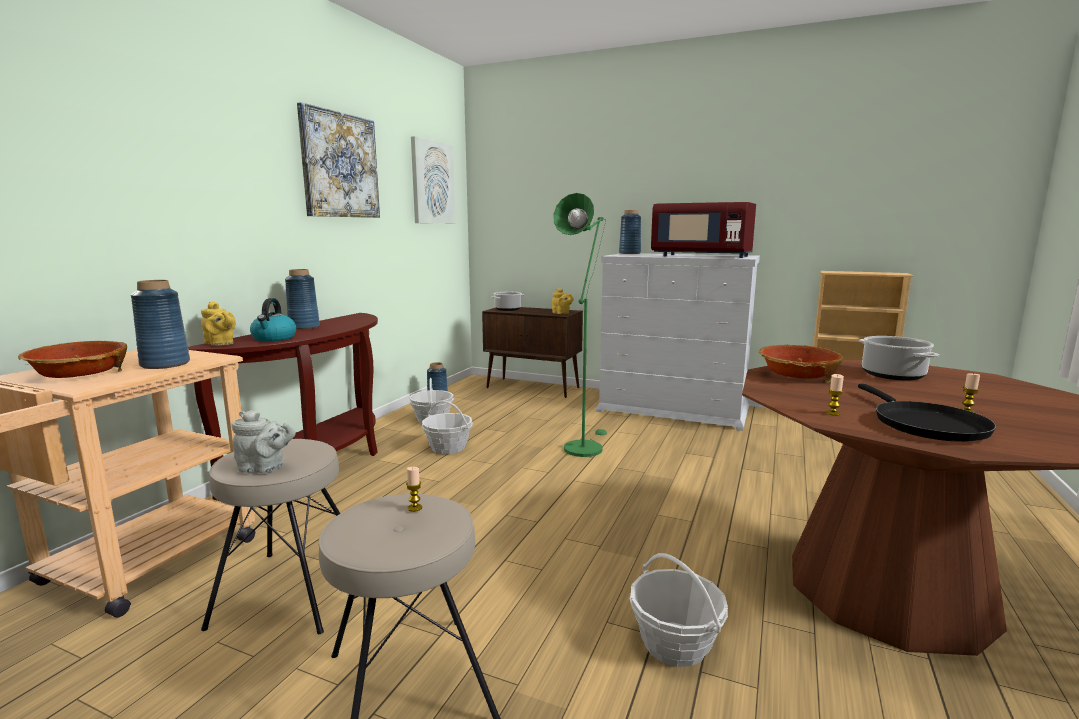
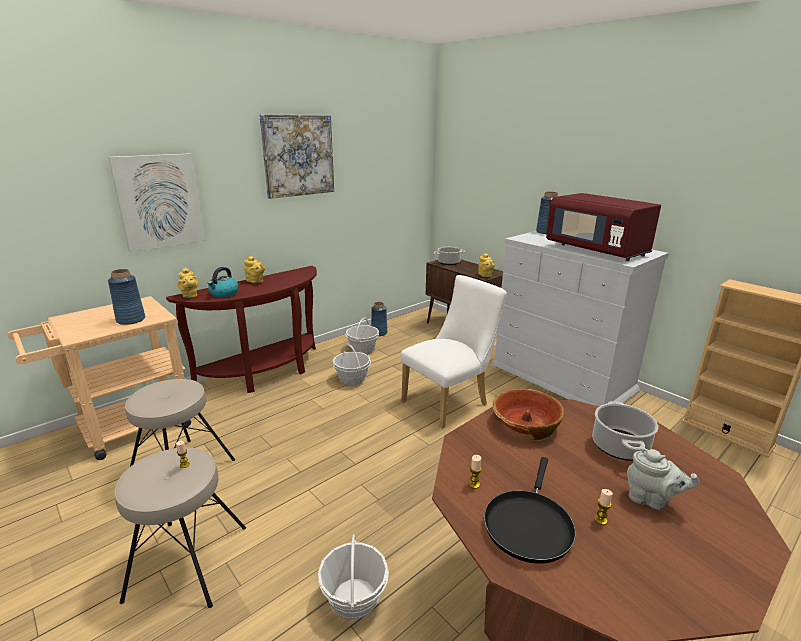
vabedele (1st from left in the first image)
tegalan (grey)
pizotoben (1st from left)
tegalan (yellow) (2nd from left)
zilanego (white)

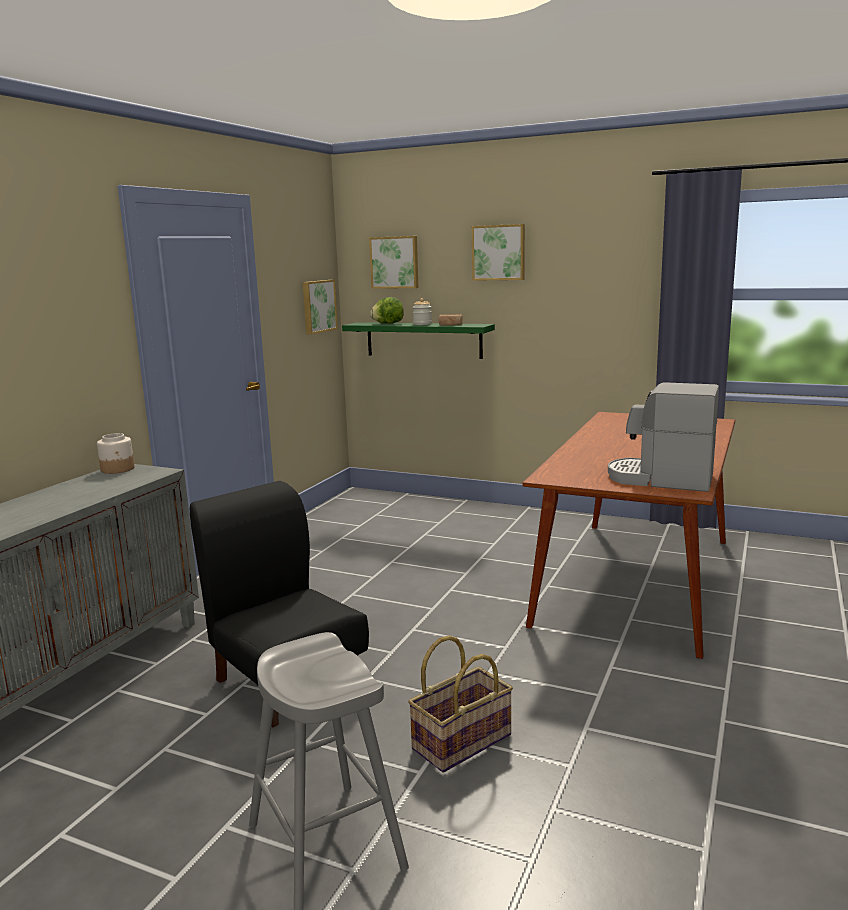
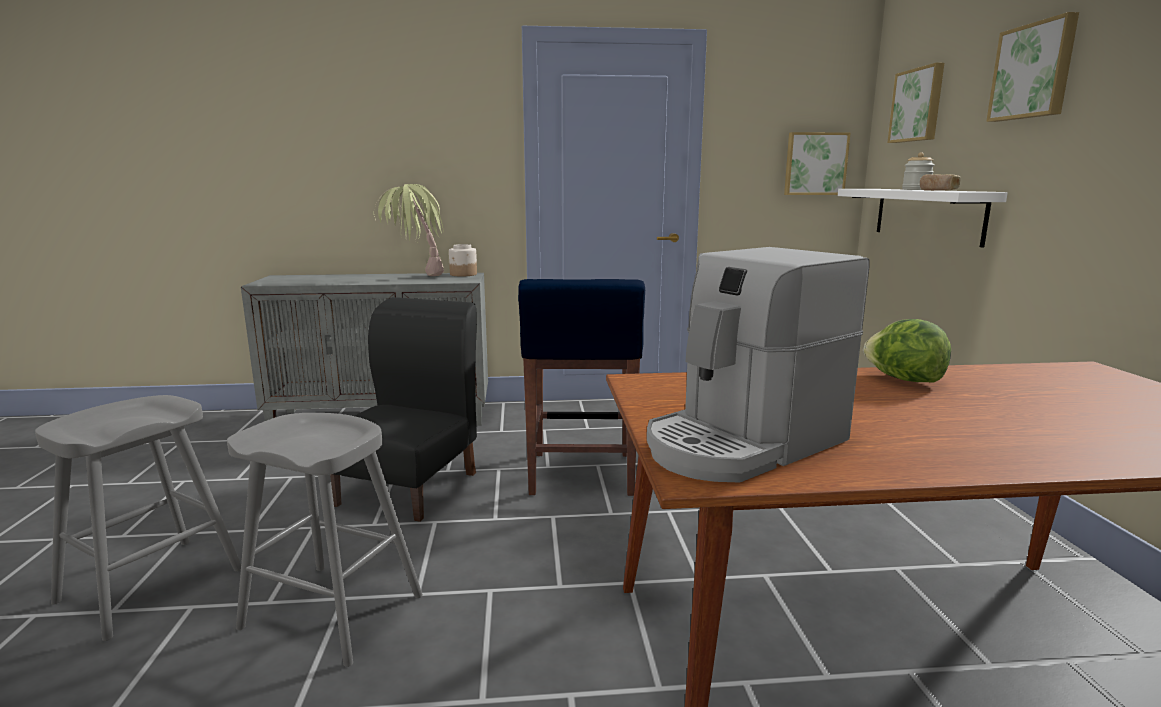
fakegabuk
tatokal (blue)
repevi
tatokal (grey) (2nd from left)
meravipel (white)
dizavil

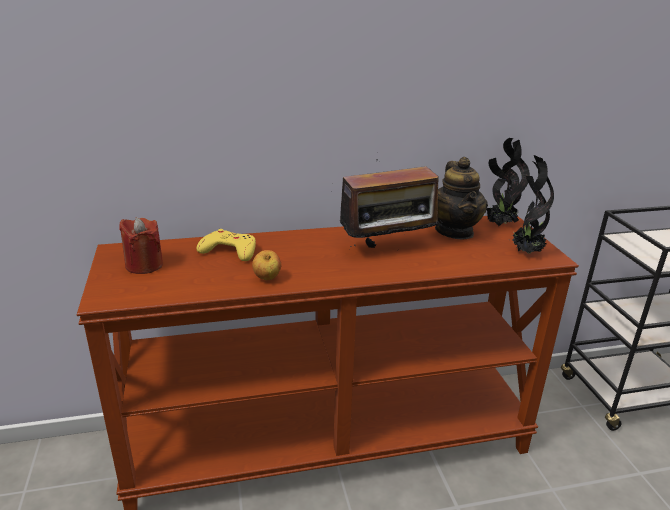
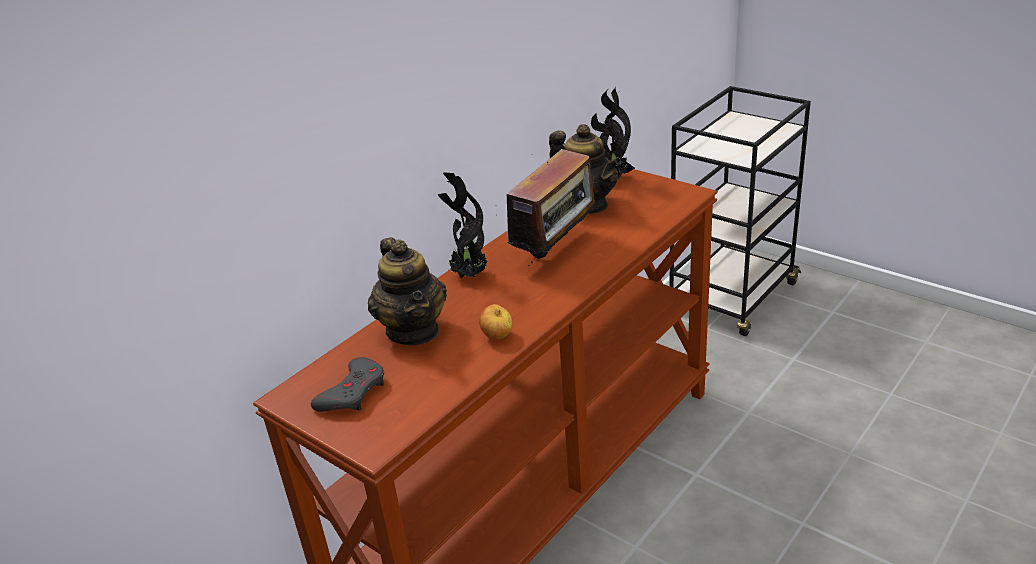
fakegabuk (1st from left)
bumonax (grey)
tegalan (1st from left)

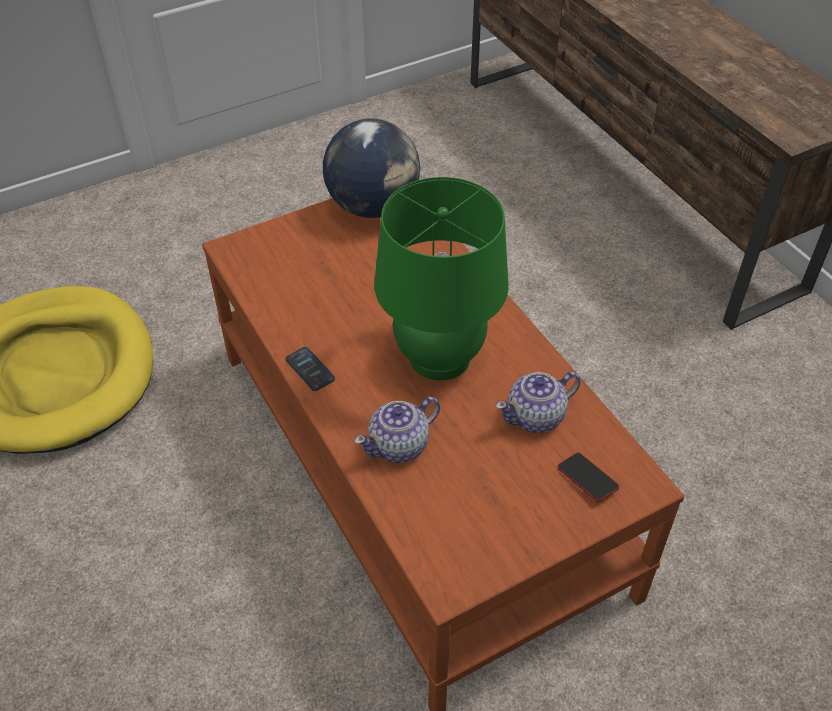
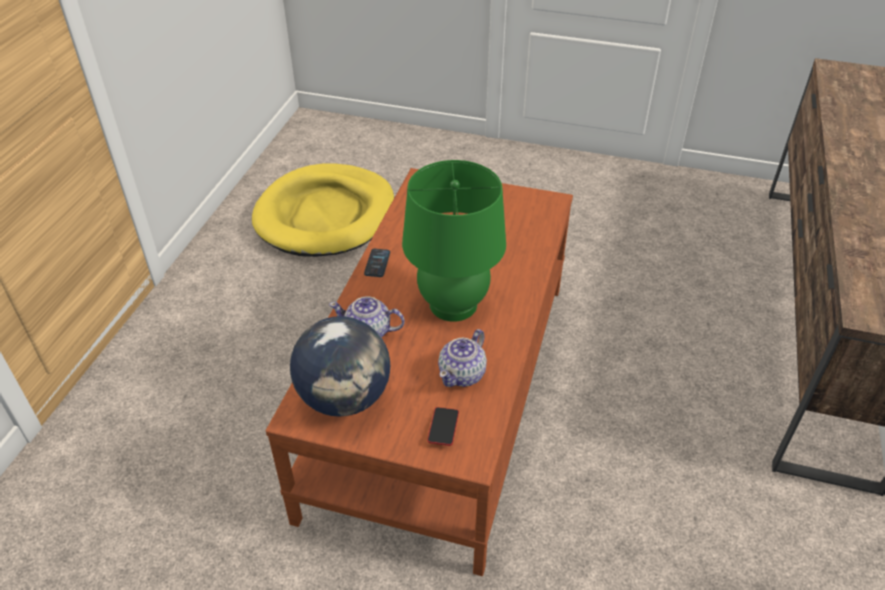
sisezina
tegalan (2nd from left)

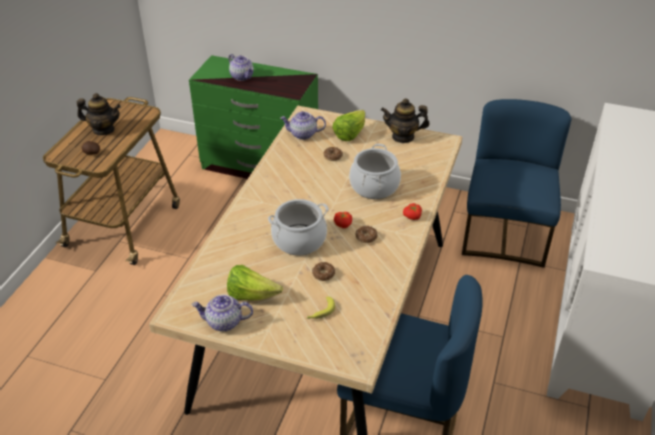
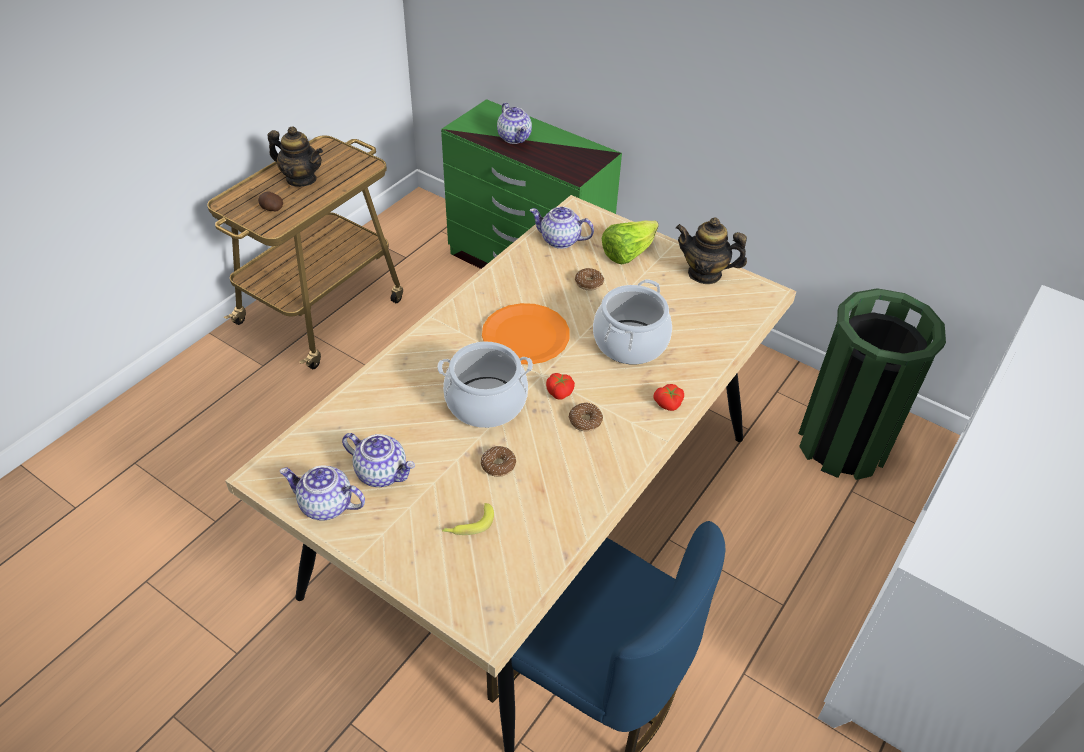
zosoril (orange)
tegalan (3rd from left)
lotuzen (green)

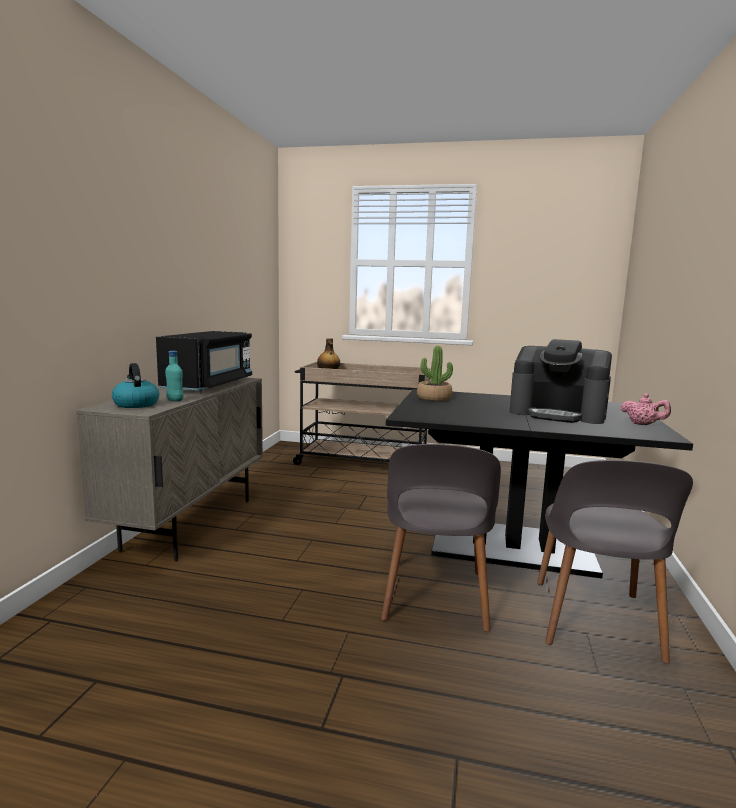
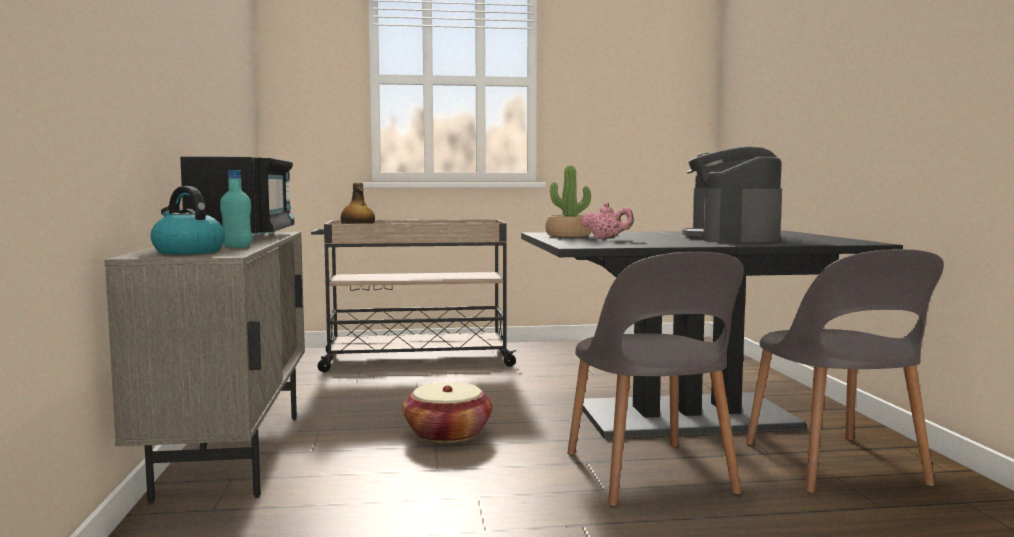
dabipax
tegalan (pink)
dizavil

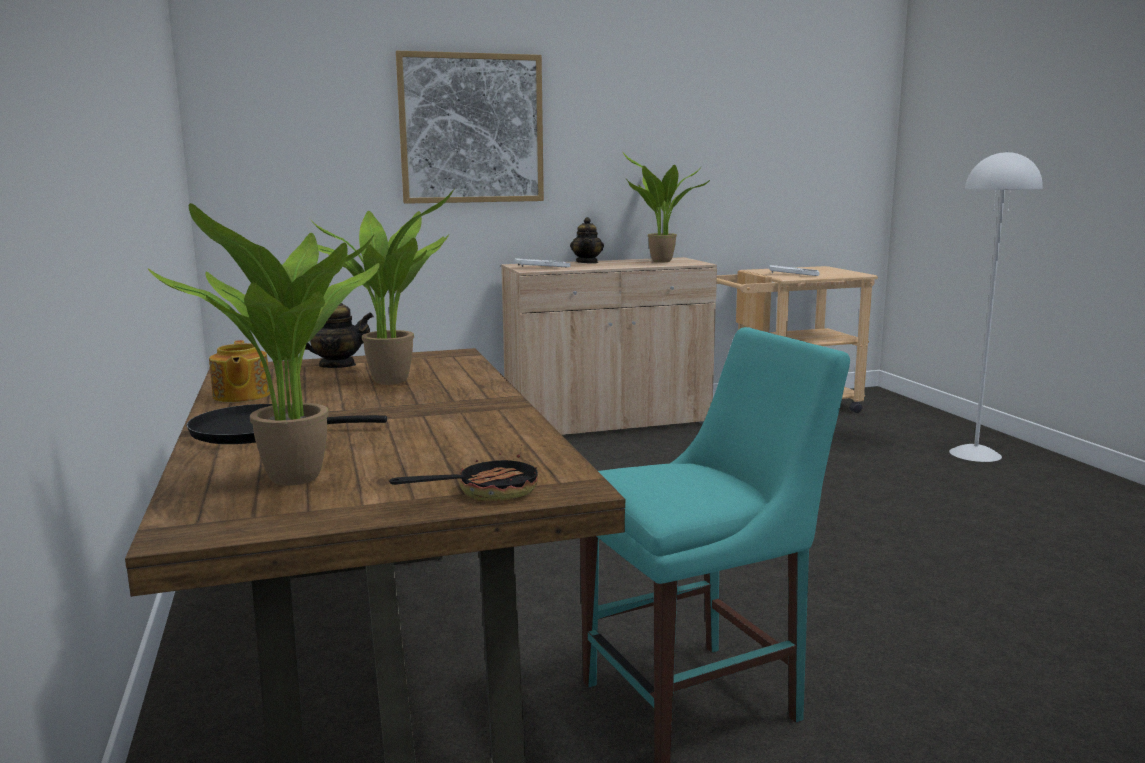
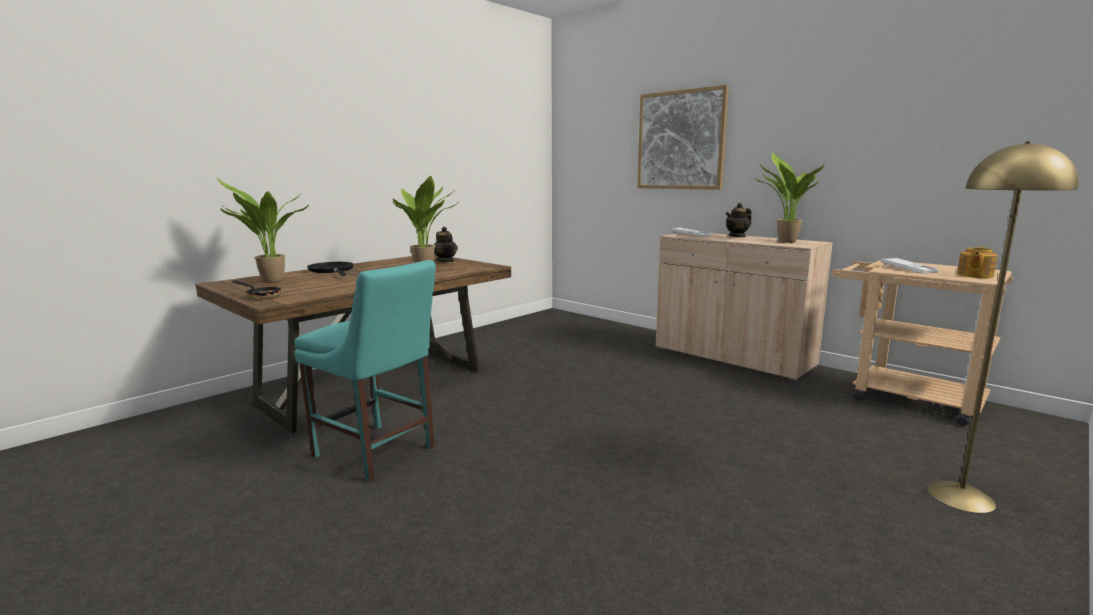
tegalan (3rd from left)
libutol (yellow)

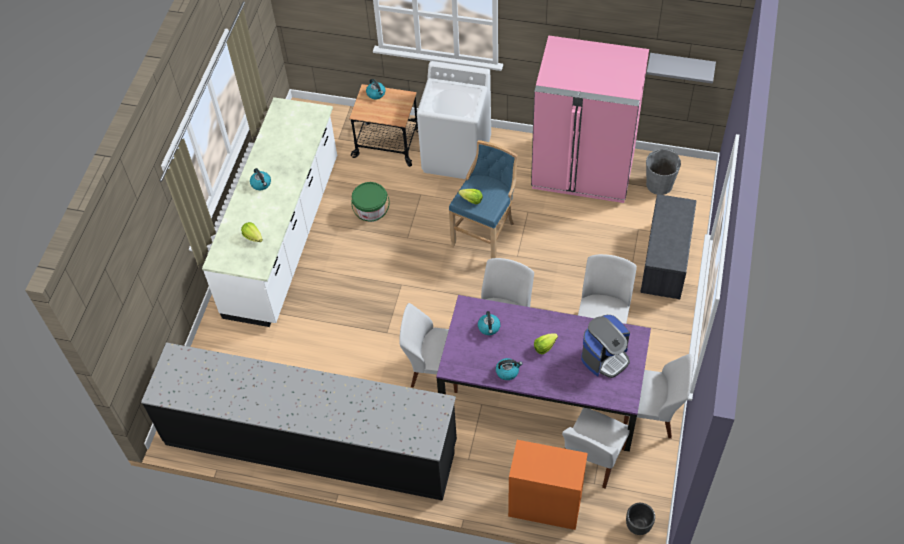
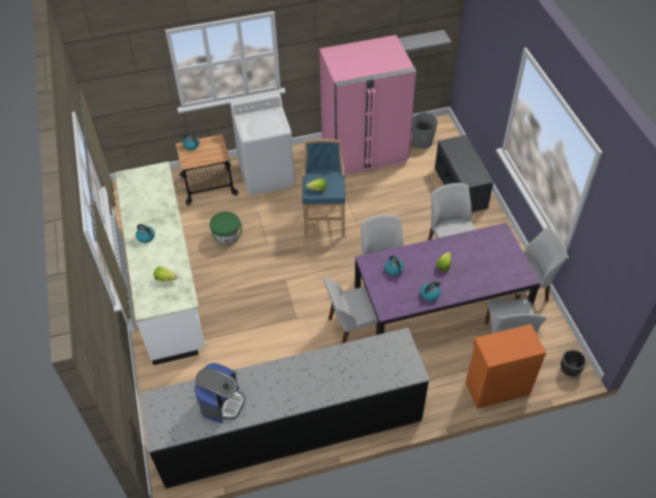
dizavil

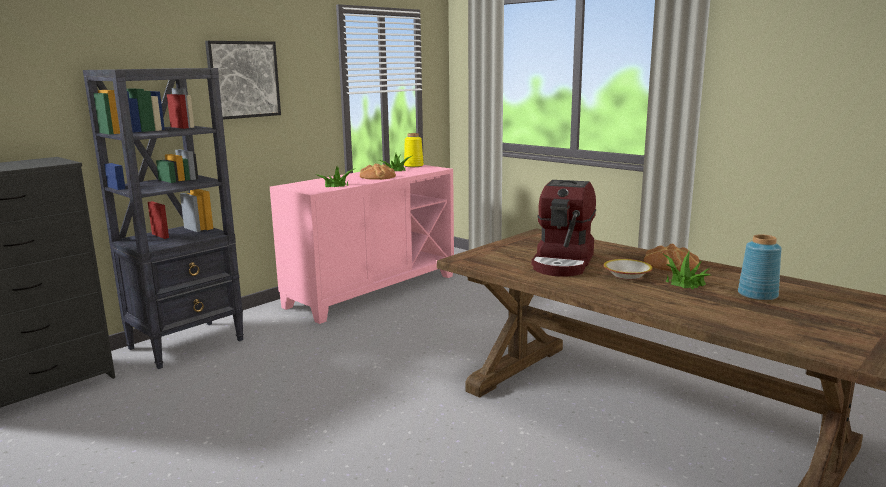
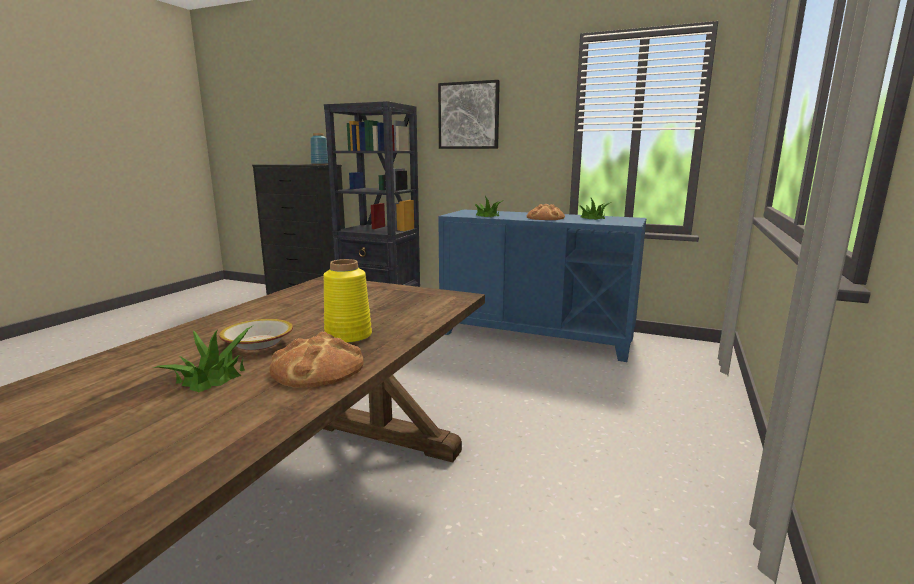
dizavil
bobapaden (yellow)
bobapaden (blue)
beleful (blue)

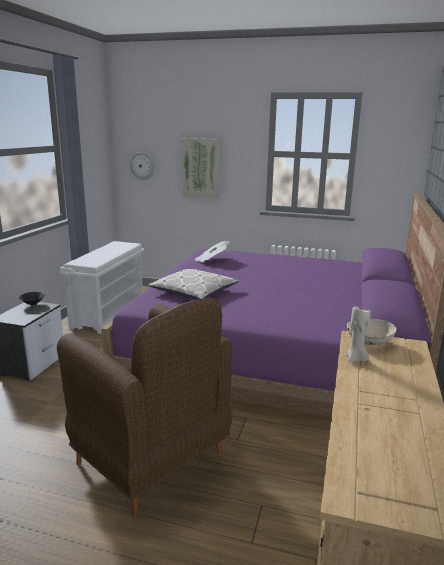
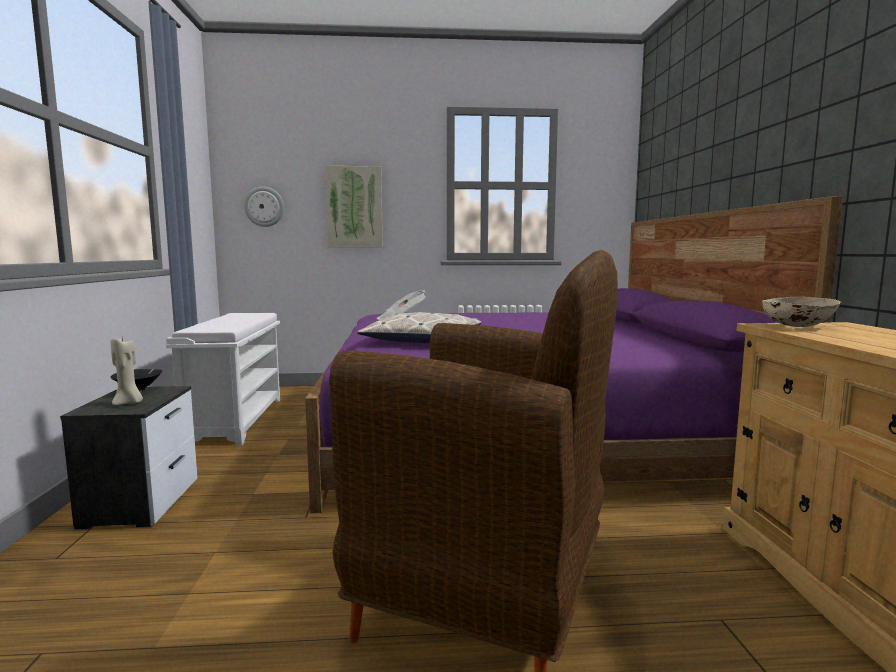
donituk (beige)

